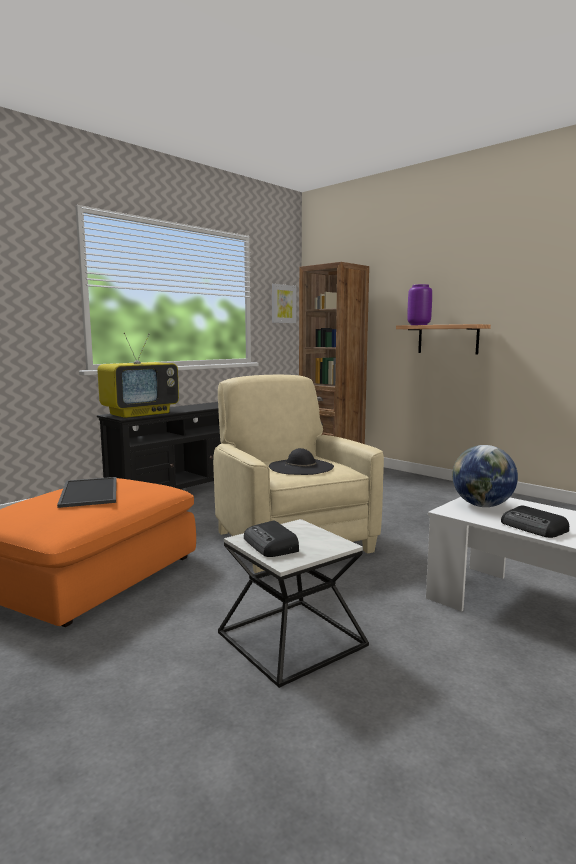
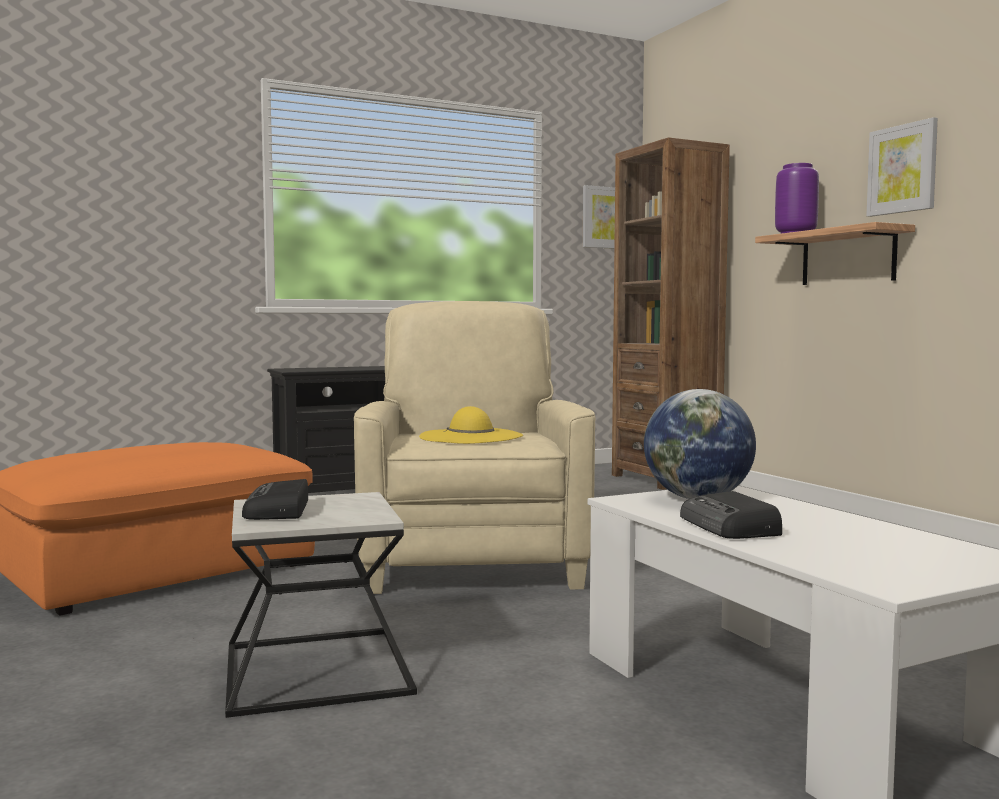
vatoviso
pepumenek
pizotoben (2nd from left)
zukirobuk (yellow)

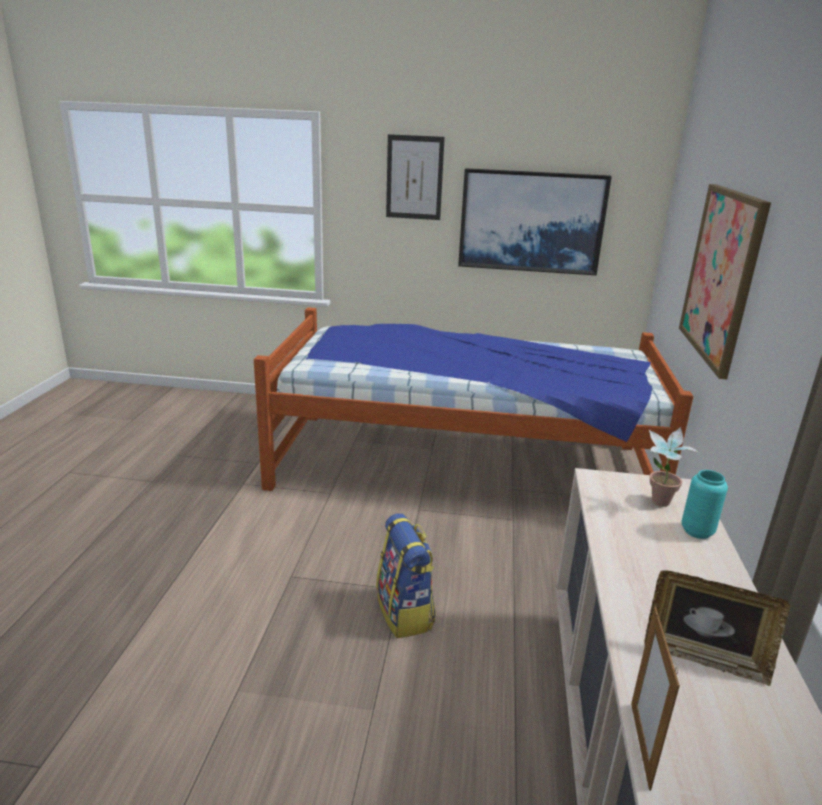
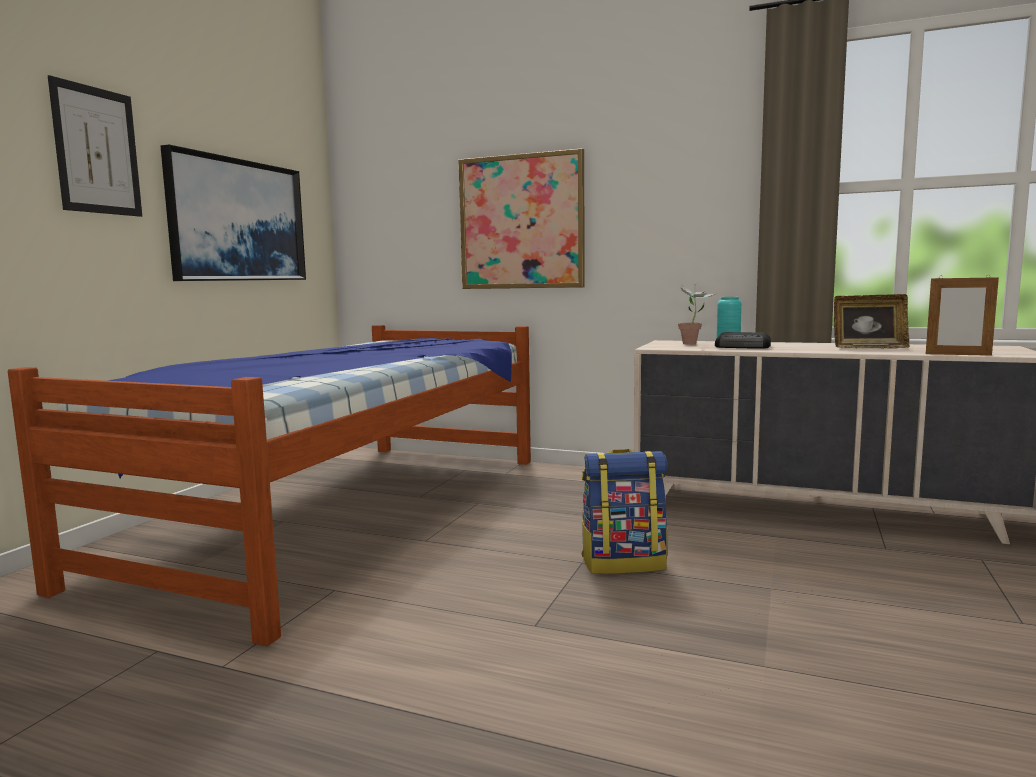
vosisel
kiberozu (1st from left)

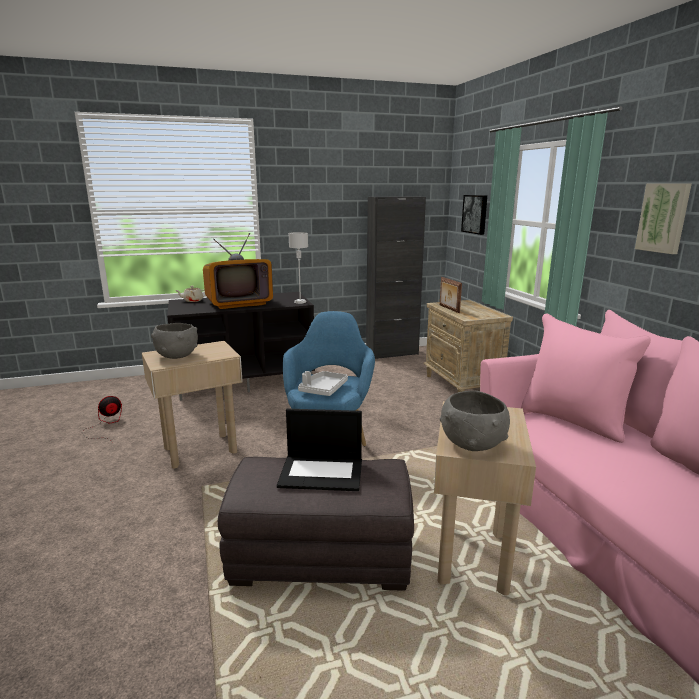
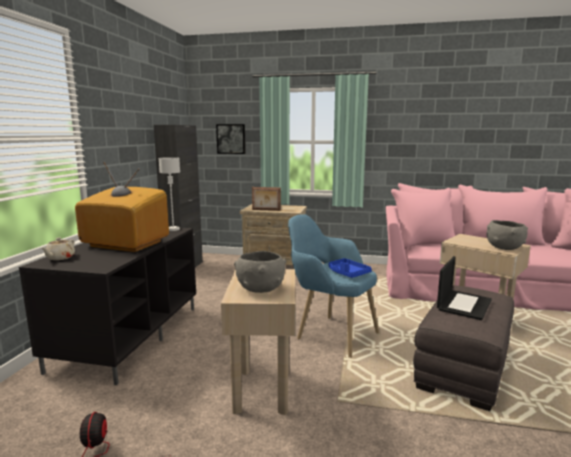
pizotoben (2nd from left in the first image)
vatoviso (blue)
pepumenek

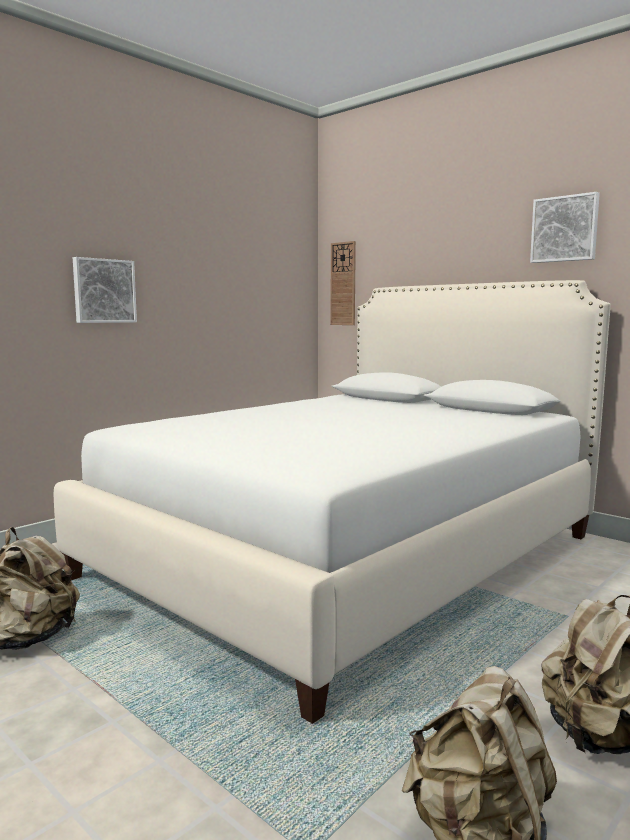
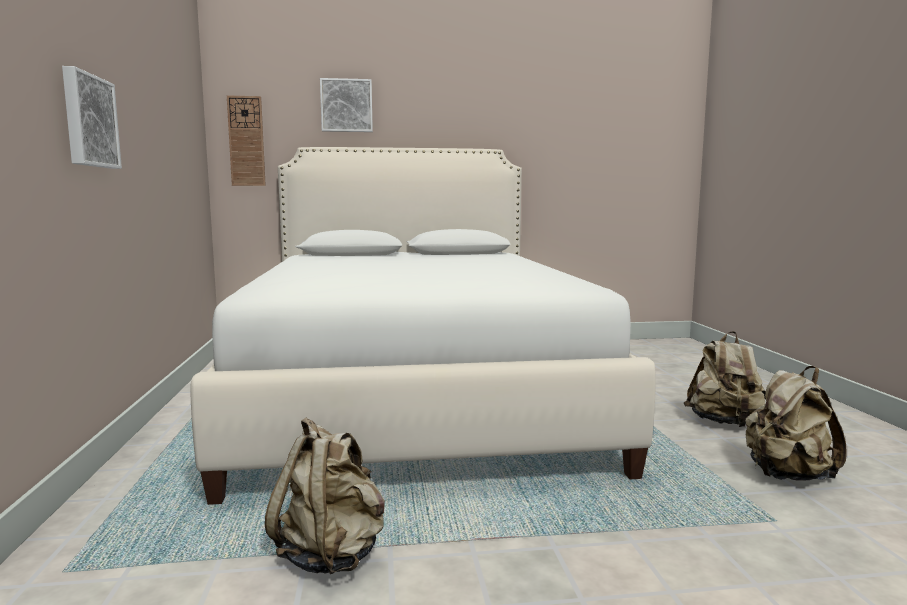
pizotoben (2nd from left)

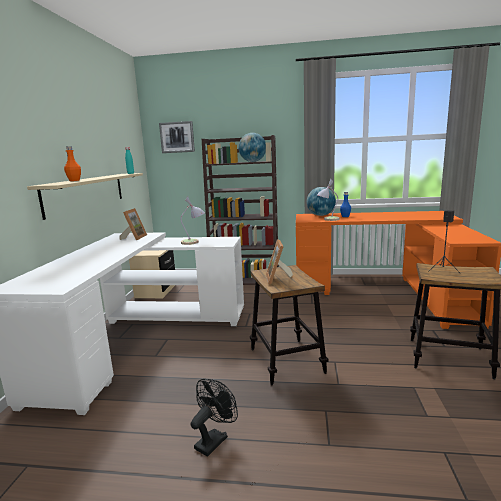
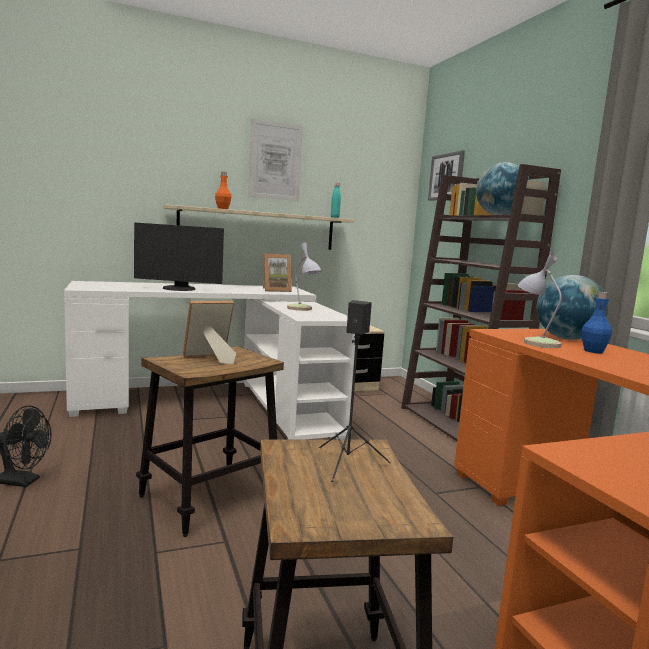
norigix
pizotoben (1st from left)

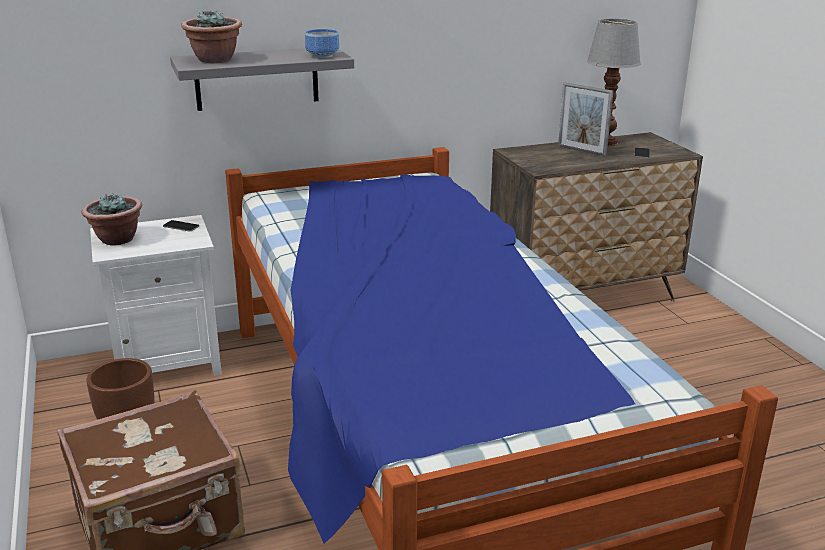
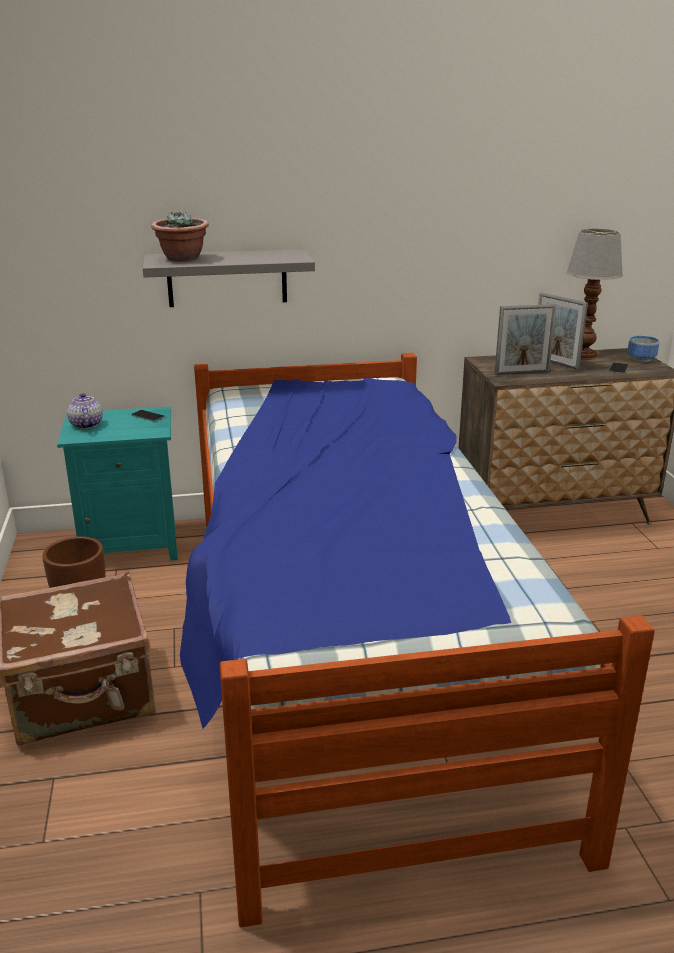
kiberozu (1st from left)
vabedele
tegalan
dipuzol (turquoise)

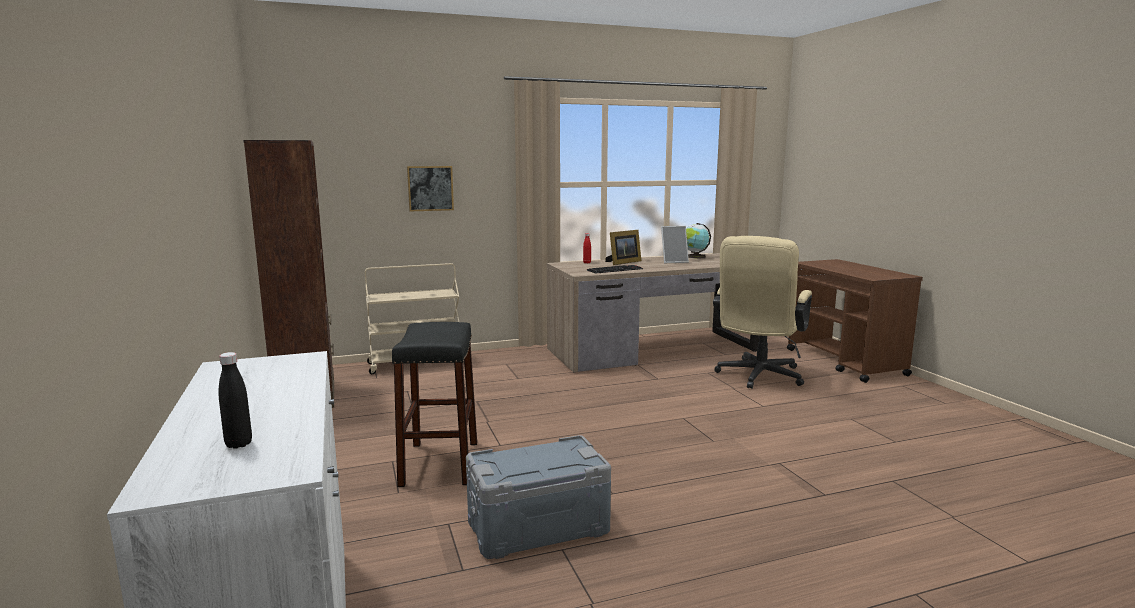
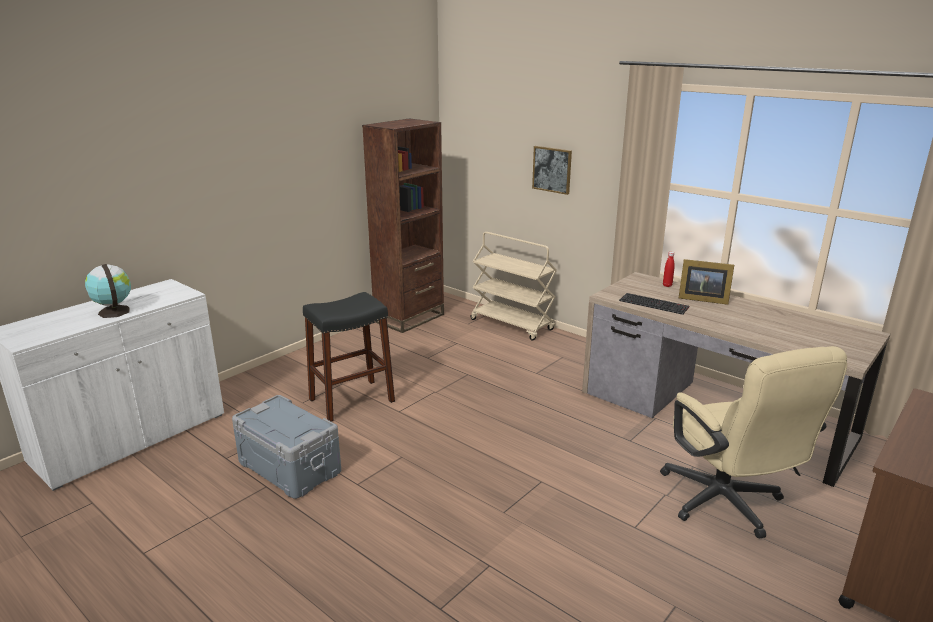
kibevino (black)
kiberozu (2nd from left in the first image)
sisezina
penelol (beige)

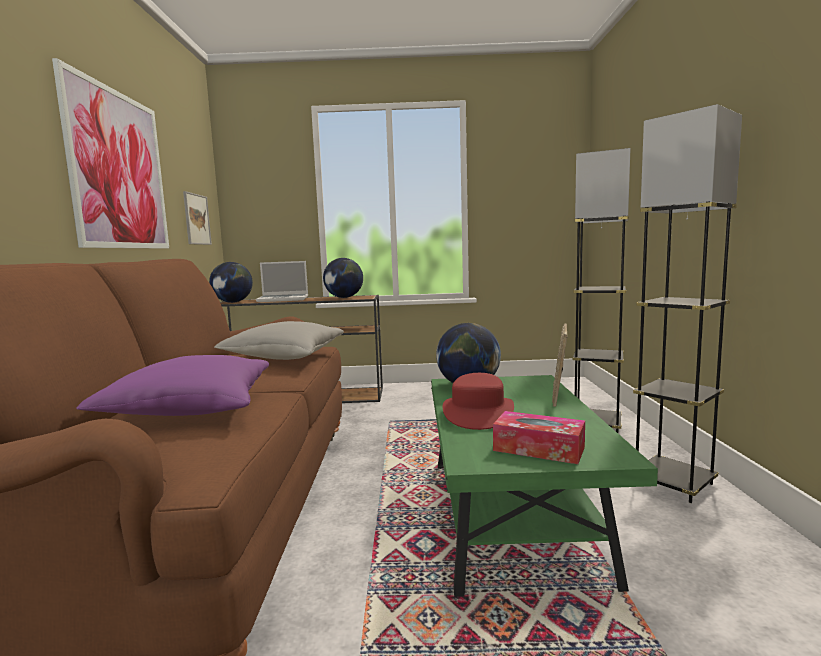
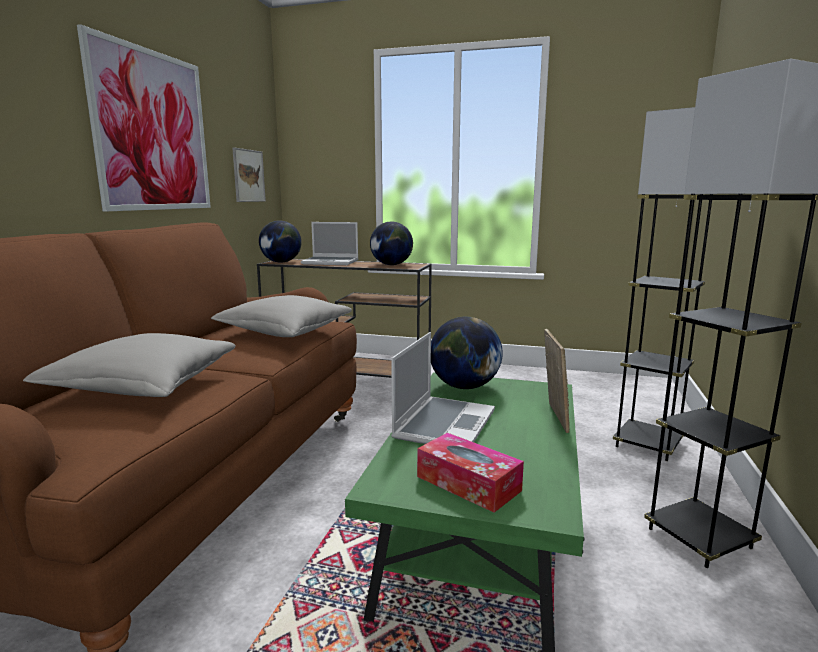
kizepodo (2nd from left)
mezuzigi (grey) (1st from left)
kiberozu

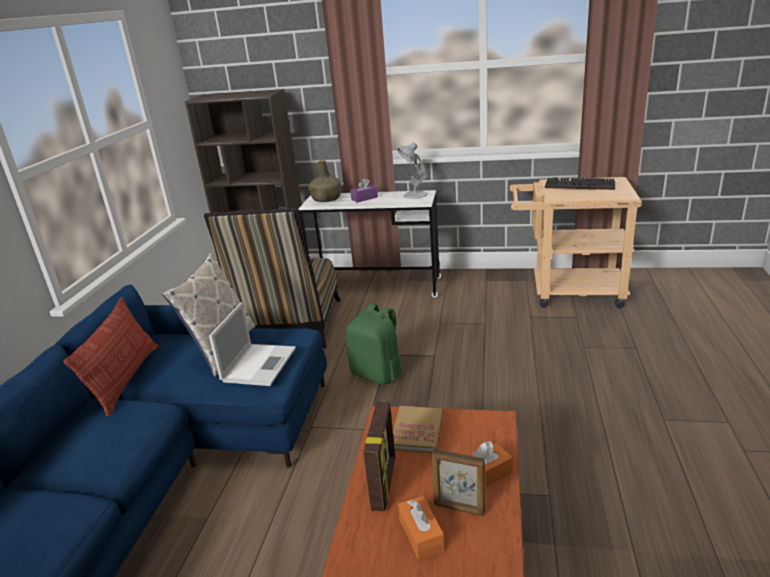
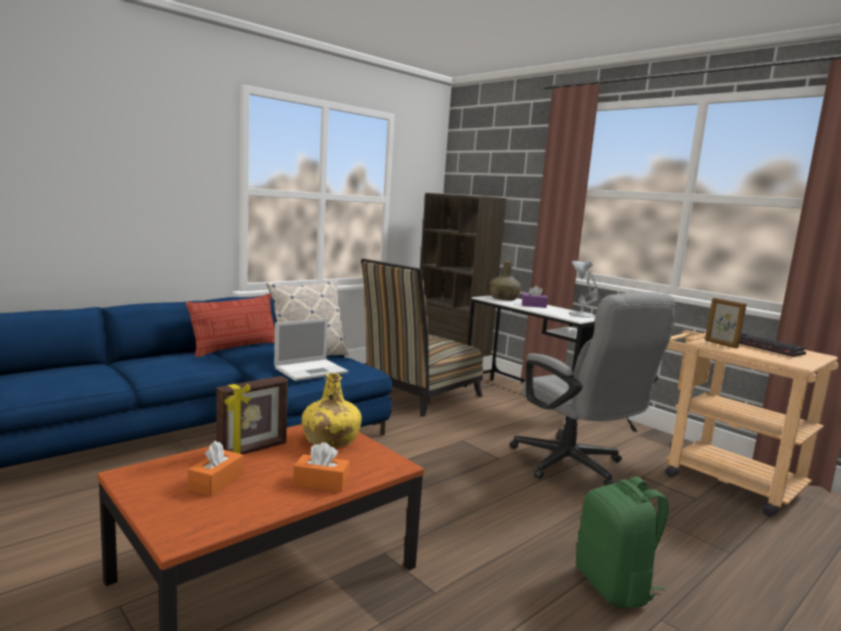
penelol (grey)
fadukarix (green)
kiberozu (2nd from left)
kibevino (yellow)

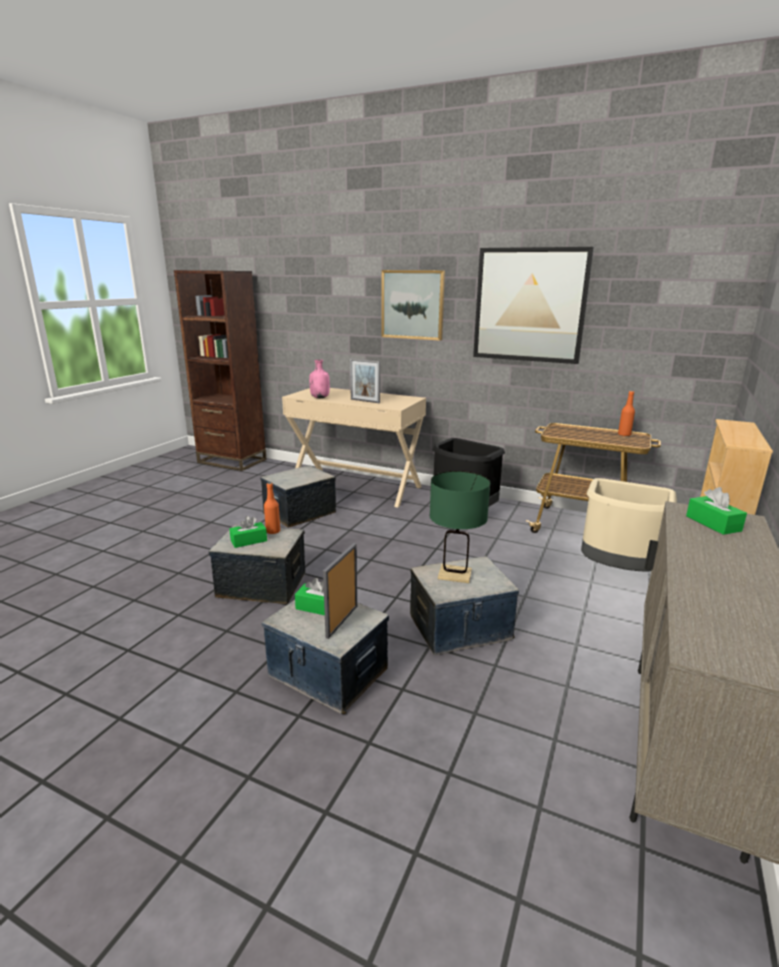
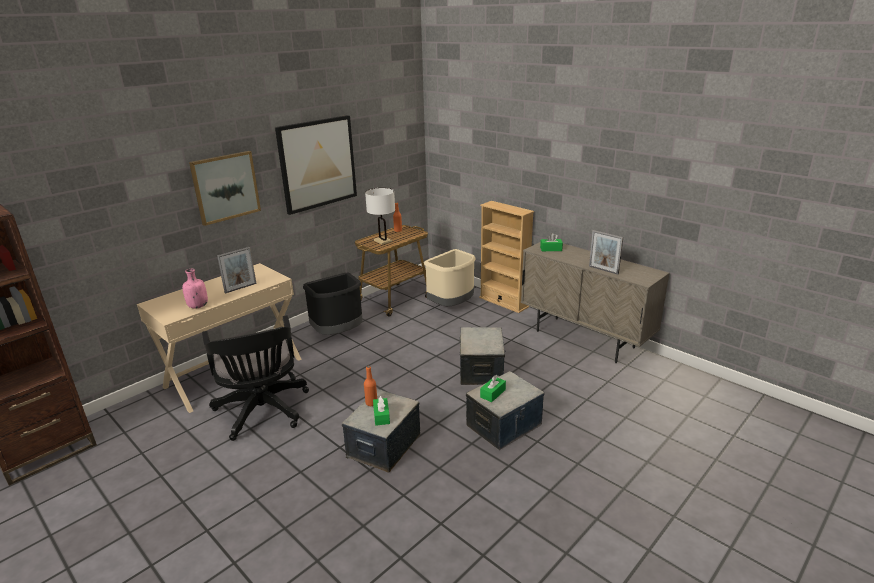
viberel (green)
viberel (white)
kiberozu (2nd from left)
penelol (black)

